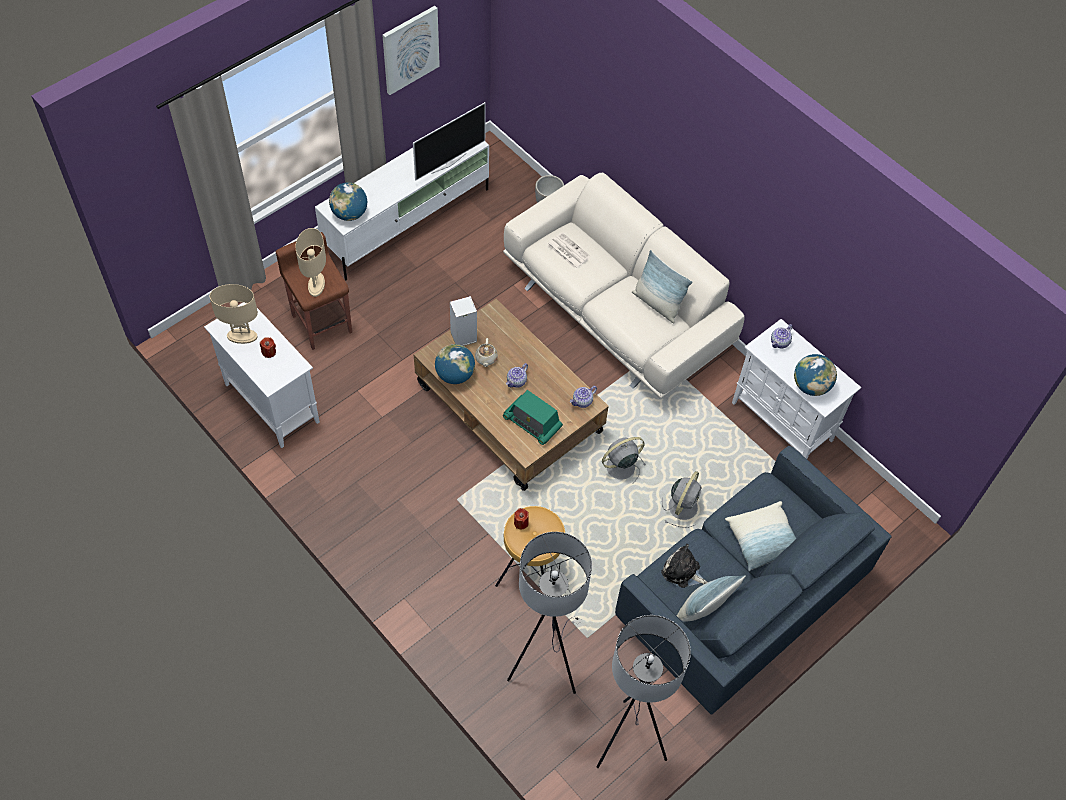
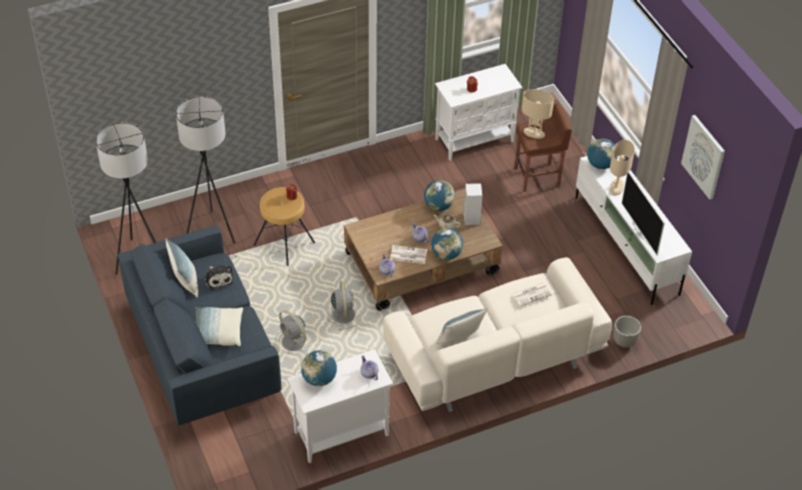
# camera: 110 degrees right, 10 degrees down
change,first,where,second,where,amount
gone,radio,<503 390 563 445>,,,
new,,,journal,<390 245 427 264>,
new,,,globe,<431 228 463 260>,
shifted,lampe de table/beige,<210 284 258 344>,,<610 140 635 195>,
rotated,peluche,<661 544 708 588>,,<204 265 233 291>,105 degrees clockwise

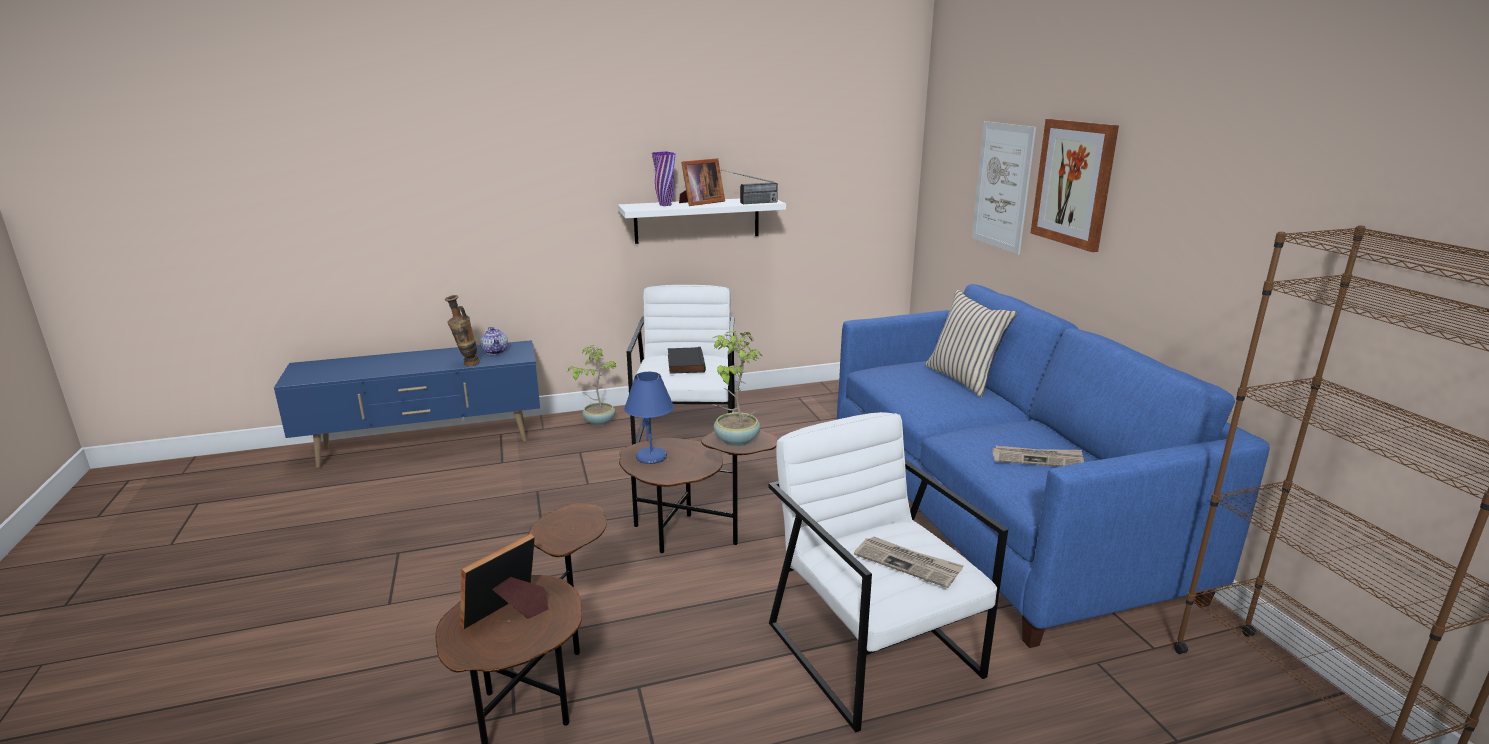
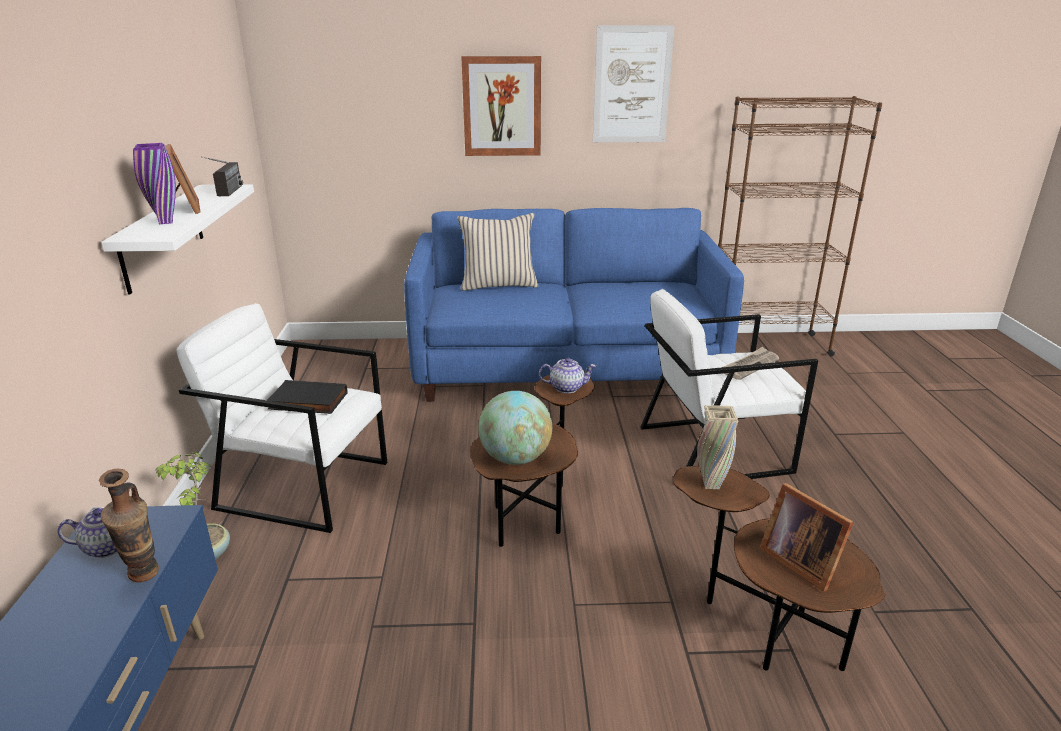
# camera: 75 degrees left, 5 degrees up
change,first,where,second,where,amount
gone,journal,<992 446 1084 467>,,,
new,,,vase/beige,<697 405 738 489>,
shifted,tableau,<972 121 1036 254>,,<593 25 674 142>,
swapped,lampe de table/bleu,<624 372 674 464>,globe,<478 391 552 465>,
swapped,plante en pot,<711 331 762 446>,théière,<539 358 596 393>,

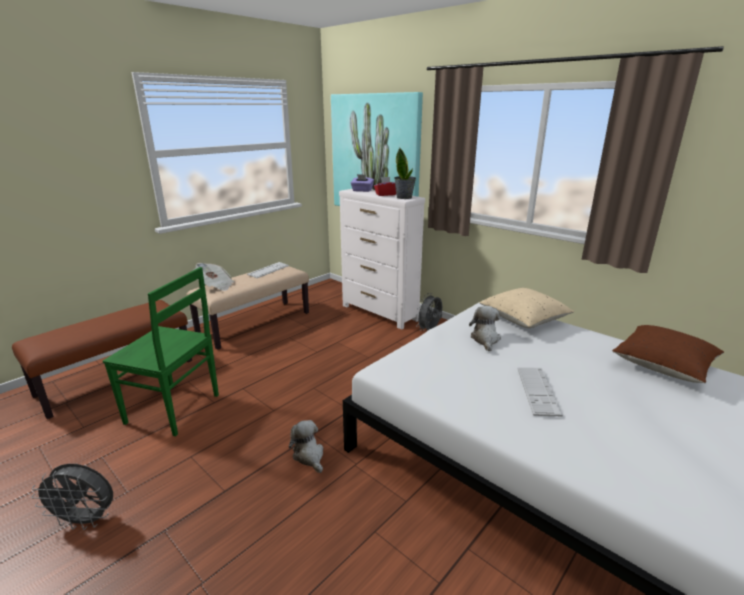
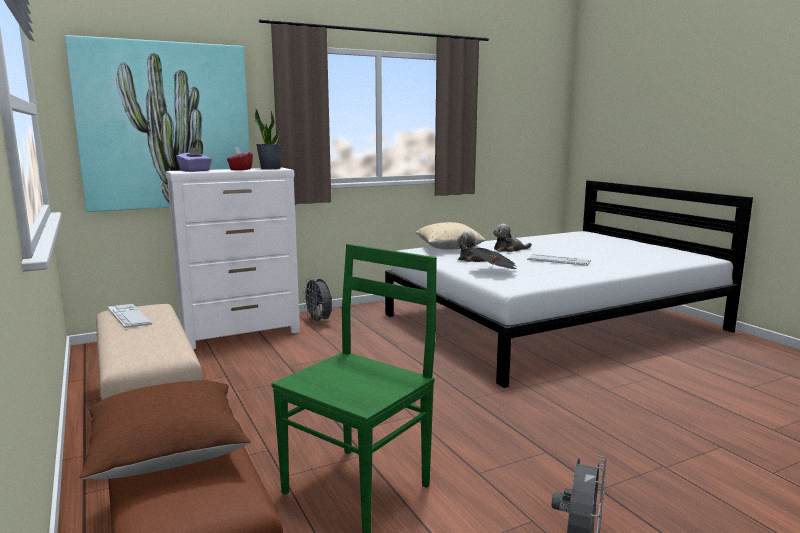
# camera: 70 degrees left, 10 degrees down
change,first,where,second,where,amount
shifted,journal,<194 263 234 291>,,<470 248 517 269>,
shifted,peluche,<289 420 323 473>,,<493 224 532 252>,
shifted,coussin/marron,<612 325 724 383>,,<79 380 251 480>,

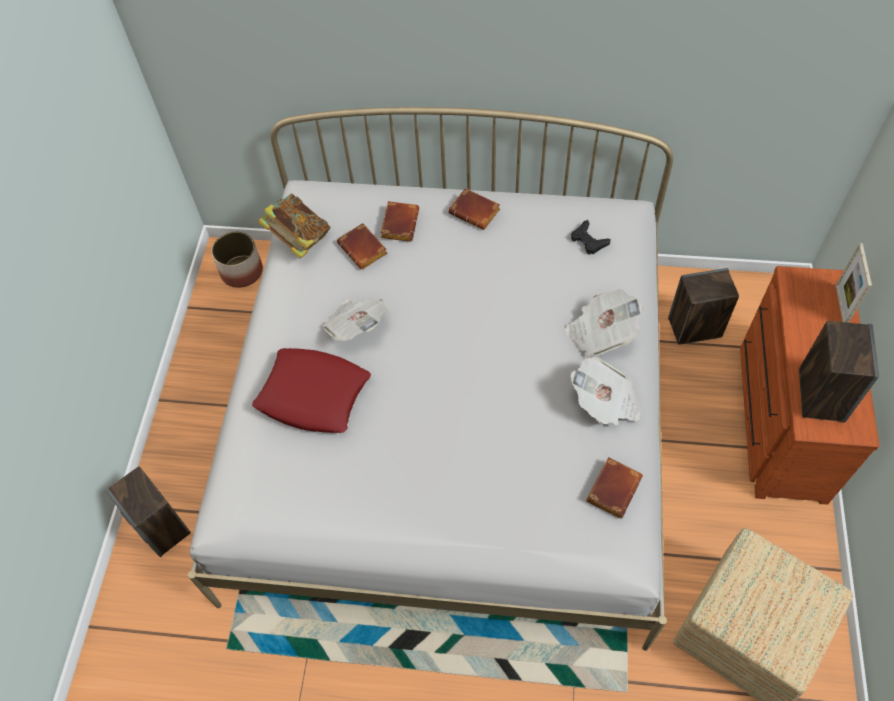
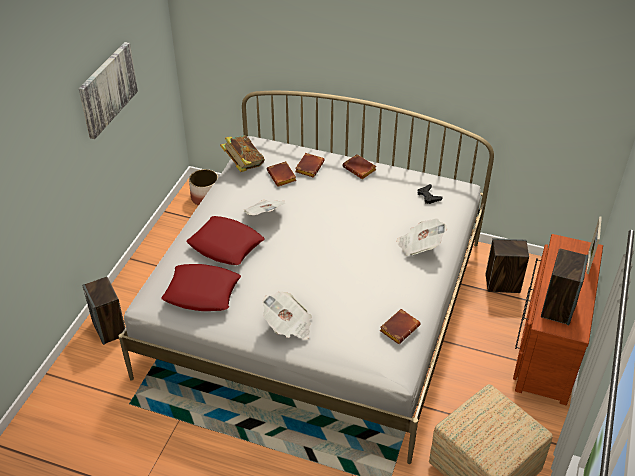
# camera: 10 degrees right, 15 degrees down
change,first,where,second,where,amount
new,,,tableau,<79 42 138 139>,
new,,,coussin/rouge,<161 264 241 311>,
shifted,journal,<571 357 641 425>,,<263 292 312 340>,

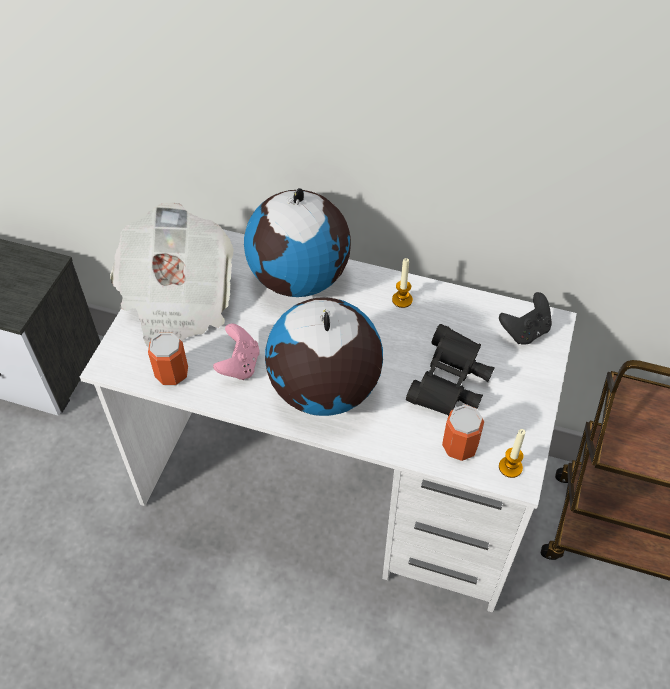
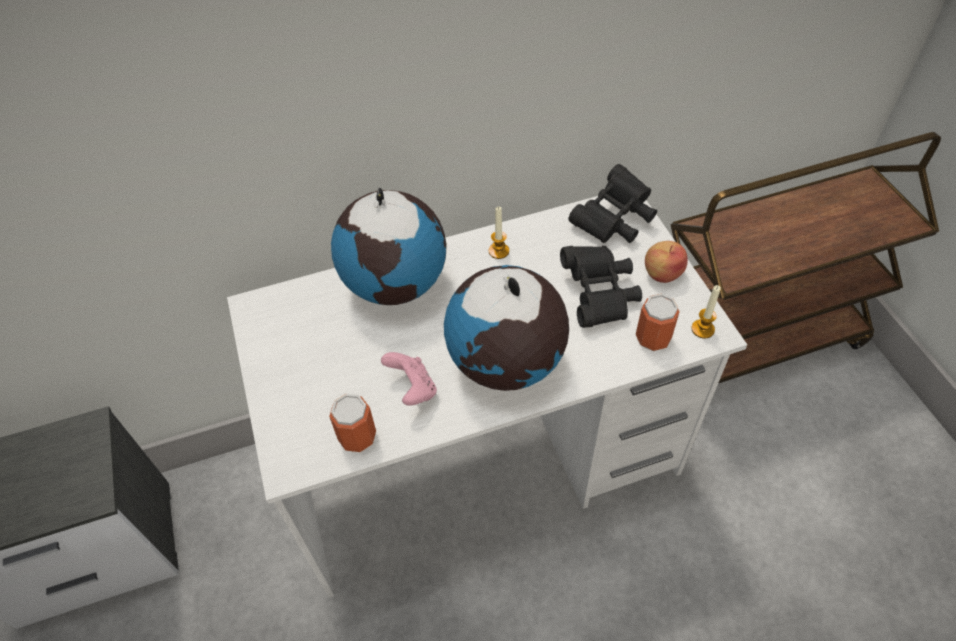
# camera: 35 degrees left, 0 degrees up
change,first,where,second,where,amount
gone,journal,<110 203 234 348>,,,
new,,,pomme,<645 241 688 283>,
swapped,manette/noir,<499 292 552 345>,jumelles/noir,<568 164 657 243>,

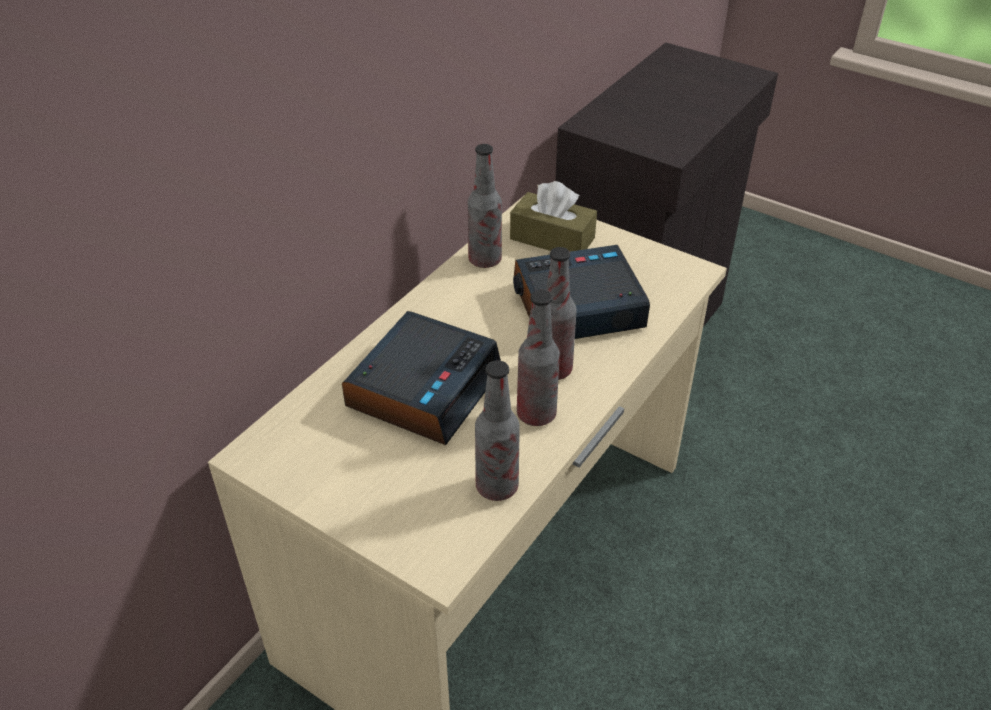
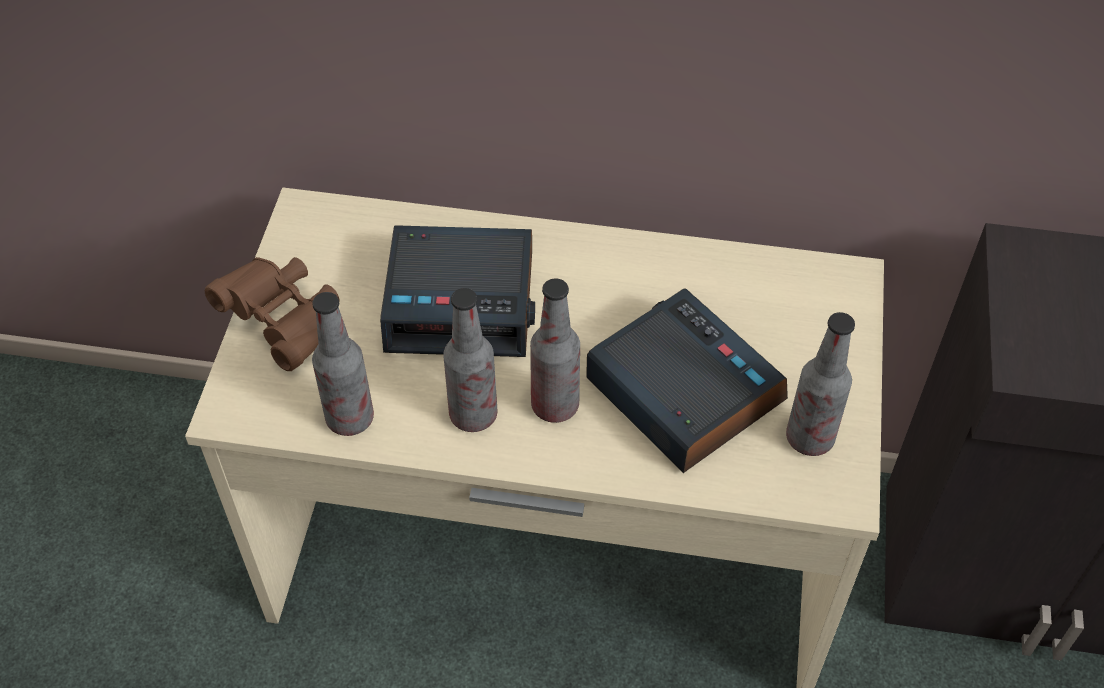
# camera: 65 degrees right, 10 degrees up
change,first,where,second,where,amount
gone,boîte à mouchoirs/marron,<510 181 597 252>,,,
new,,,jumelles/marron,<205 257 340 371>,
shifted,bouteille,<468 144 502 268>,,<786 312 855 456>,

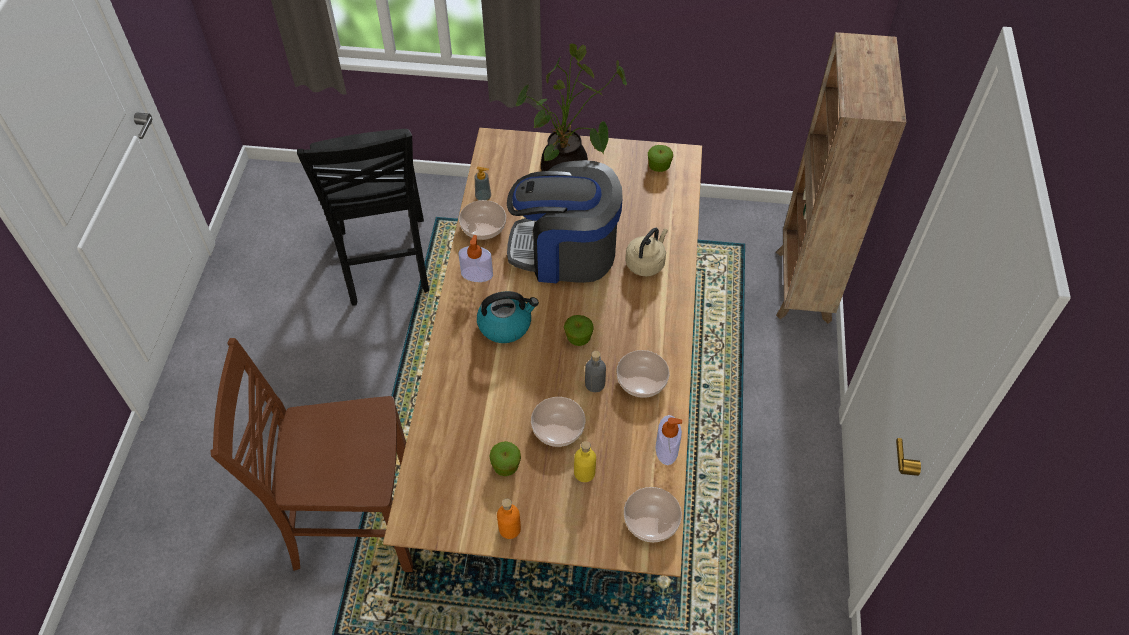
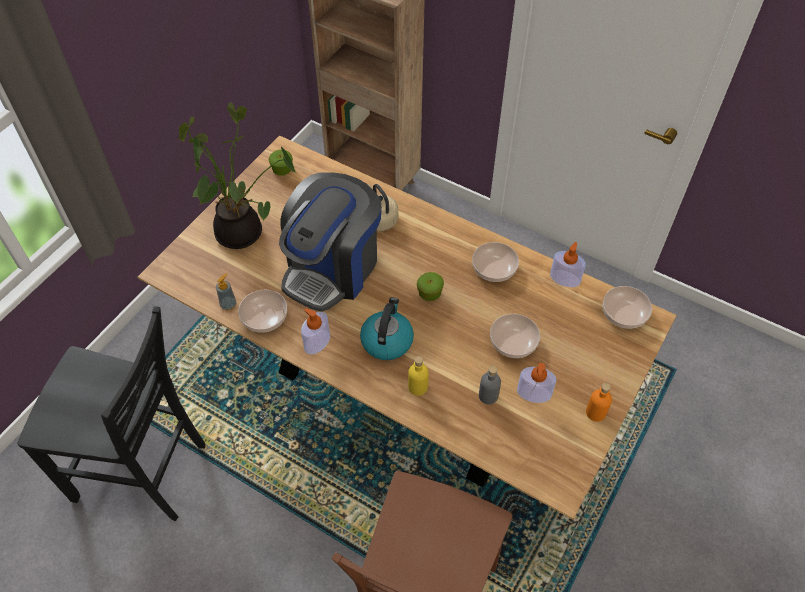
# camera: 65 degrees left, 0 degrees up
change,first,where,second,where,amount
shifted,bouteille/jaune,<574 441 596 482>,,<408 356 429 396>,
shifted,bouteille/gris,<585 351 606 392>,,<479 366 501 404>,
swapped,pomme,<490 441 521 476>,distributeur de savon,<517 363 557 403>,

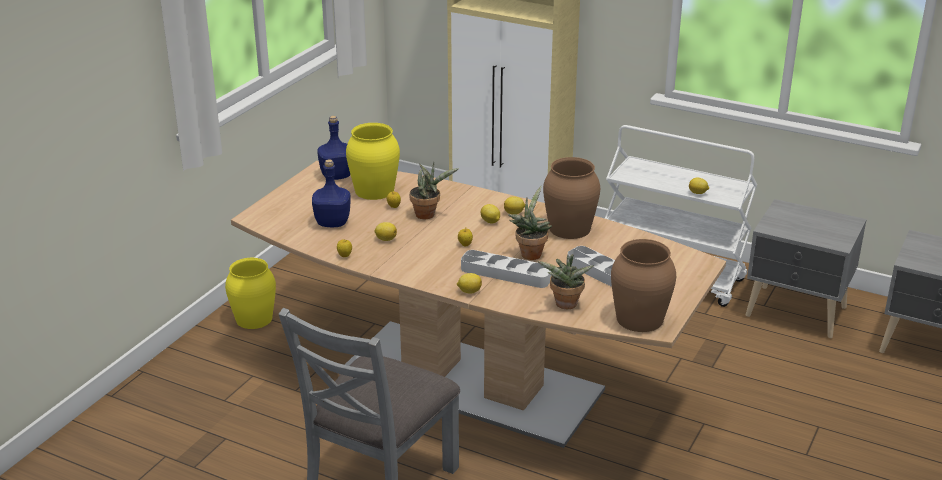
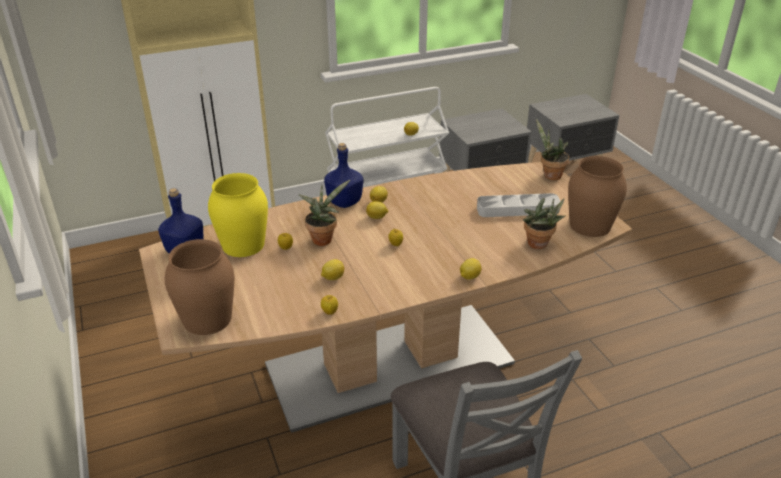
# camera: 50 degrees left, 5 degrees up
change,first,where,second,where,amount
gone,vase/jaune,<225 258 276 329>,,,
gone,plateau/gris,<461 250 552 288>,,,
shifted,bouteille/bleu,<312 159 351 227>,,<324 143 363 208>,
shifted,plante en pot,<508 186 552 260>,,<536 119 569 180>,
shifted,vase/marron,<543 157 600 239>,,<165 239 234 335>,

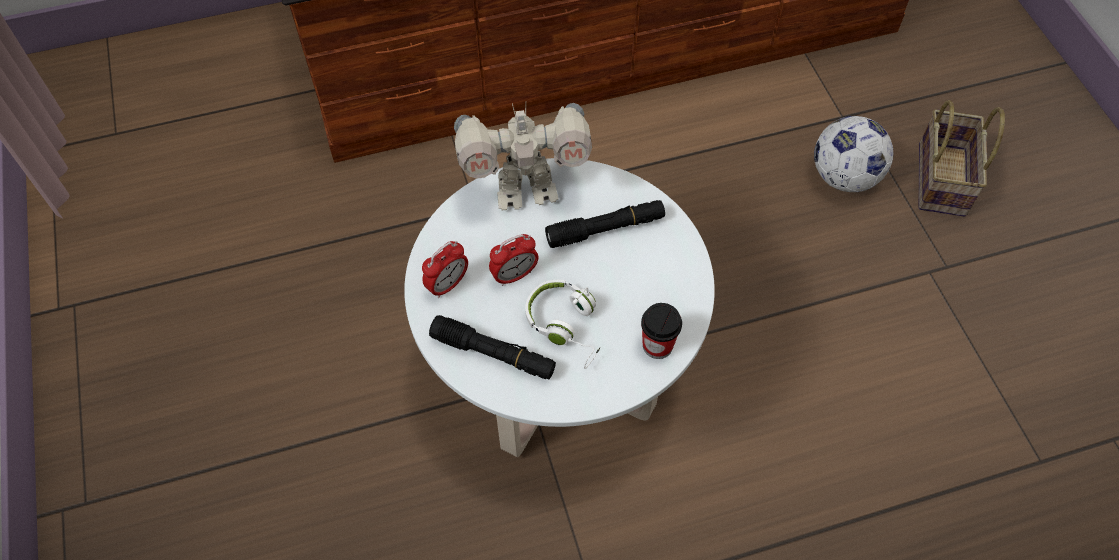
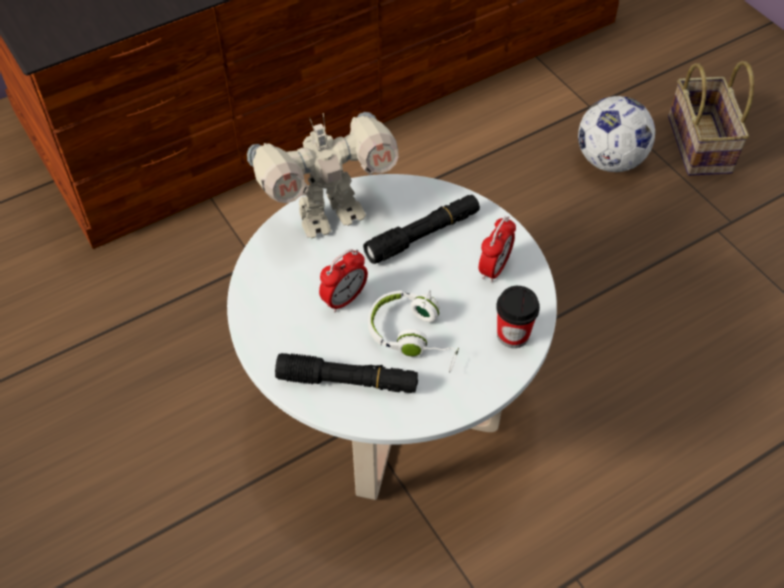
# camera: 15 degrees left, 5 degrees down
change,first,where,second,where,amount
shifted,réveil,<422 241 468 298>,,<479 216 516 283>,

